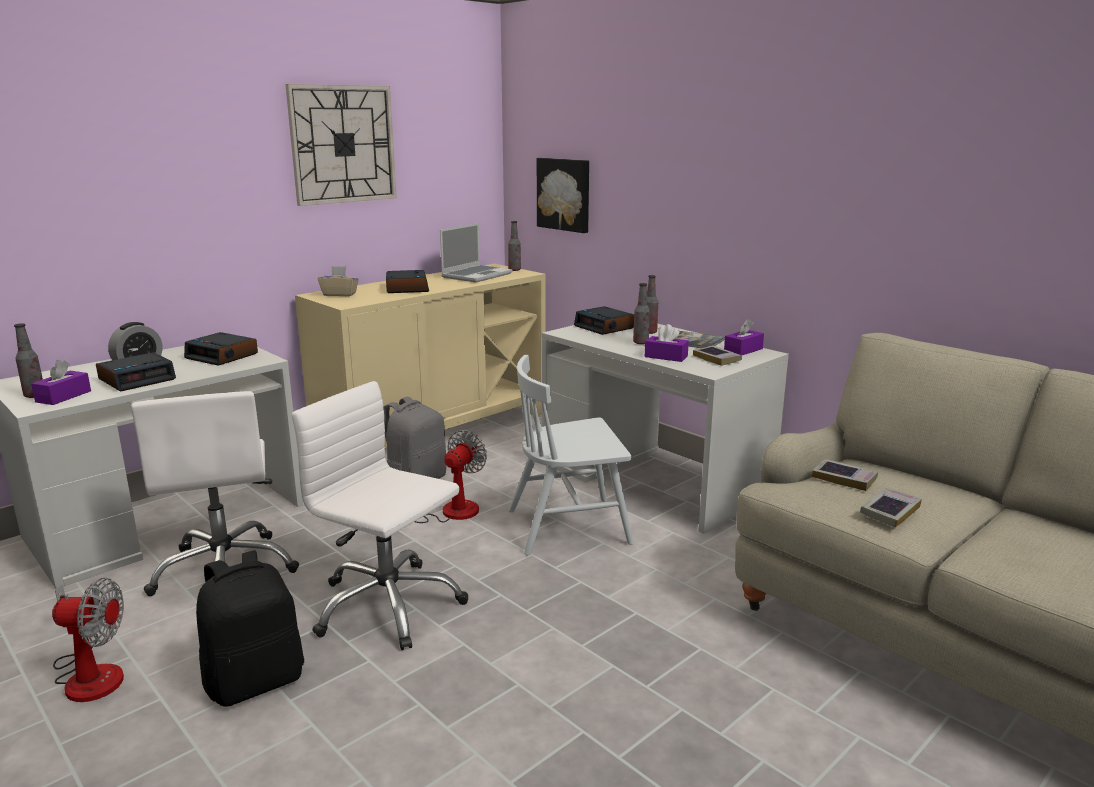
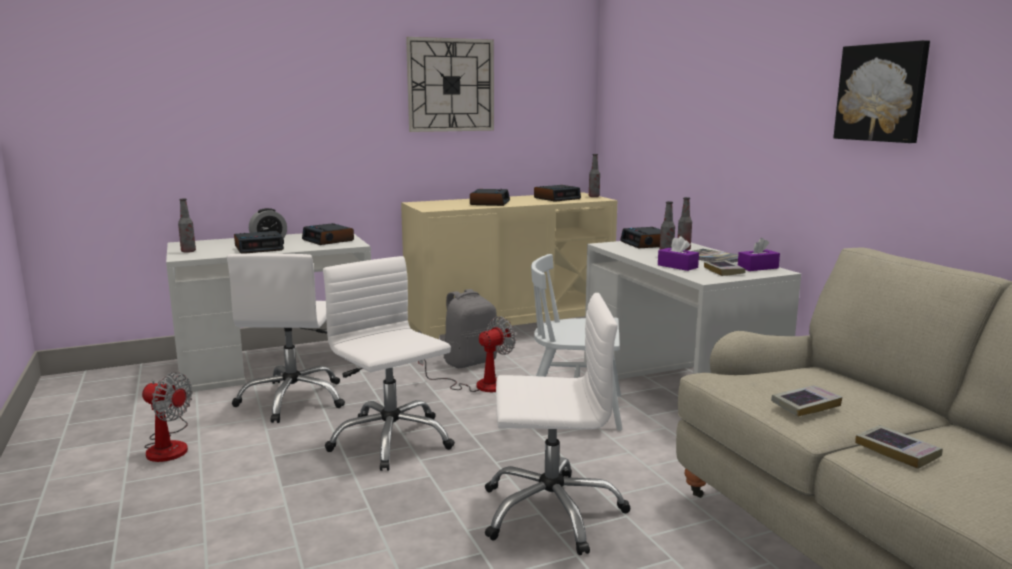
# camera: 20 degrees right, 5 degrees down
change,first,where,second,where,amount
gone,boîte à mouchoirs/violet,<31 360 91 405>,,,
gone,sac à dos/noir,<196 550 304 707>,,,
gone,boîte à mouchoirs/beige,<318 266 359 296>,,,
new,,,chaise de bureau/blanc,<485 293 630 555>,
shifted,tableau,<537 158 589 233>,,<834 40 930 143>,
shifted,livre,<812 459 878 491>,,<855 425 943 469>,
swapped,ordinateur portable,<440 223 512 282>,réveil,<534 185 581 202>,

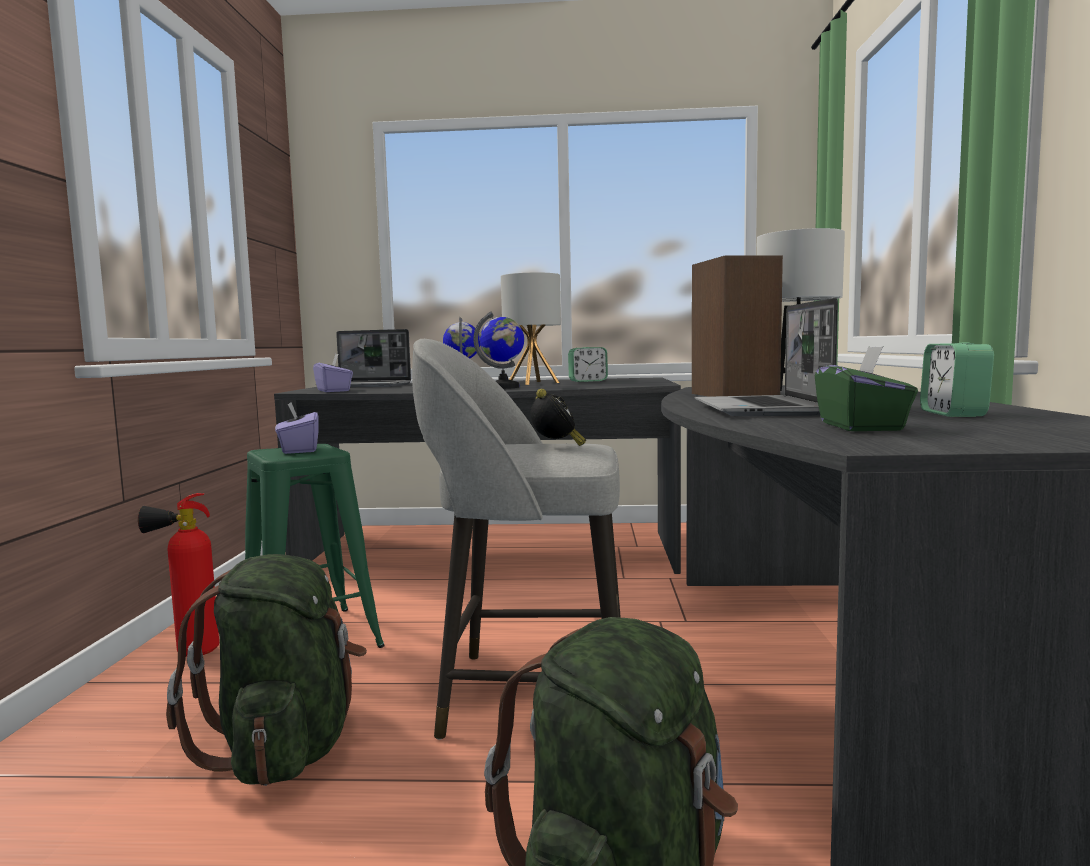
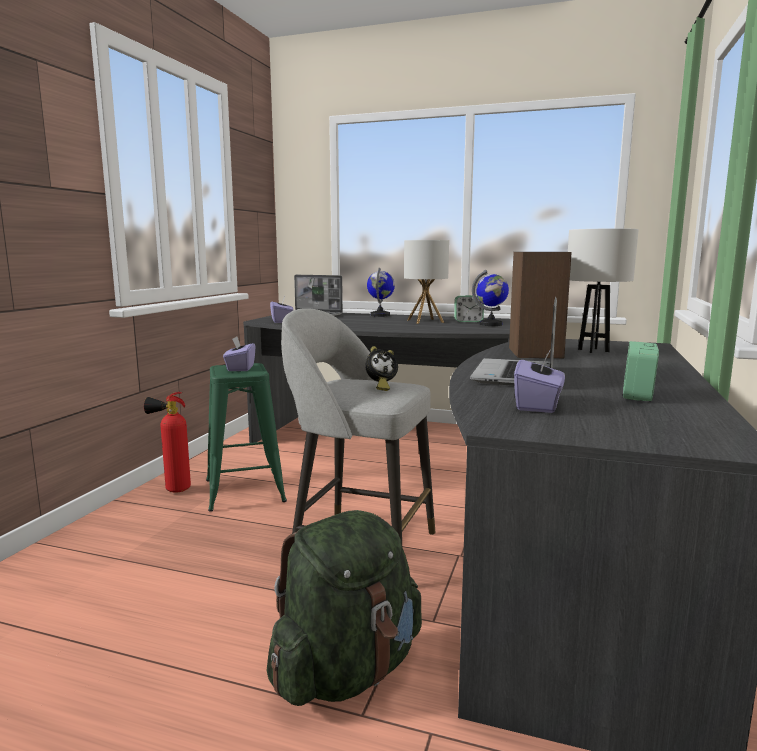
# camera: 15 degrees right, 5 degrees up
change,first,where,second,where,amount
gone,sac à dos/vert,<166 554 367 786>,,,
shifted,globe,<473 311 524 389>,,<472 270 509 326>,
repainted,boîte à mouchoirs/vert,<815 346 918 431>,boîte à mouchoirs/violet,<514 350 565 413>,
rotated,réveil,<531 389 586 446>,,<365 346 398 391>,60 degrees clockwise

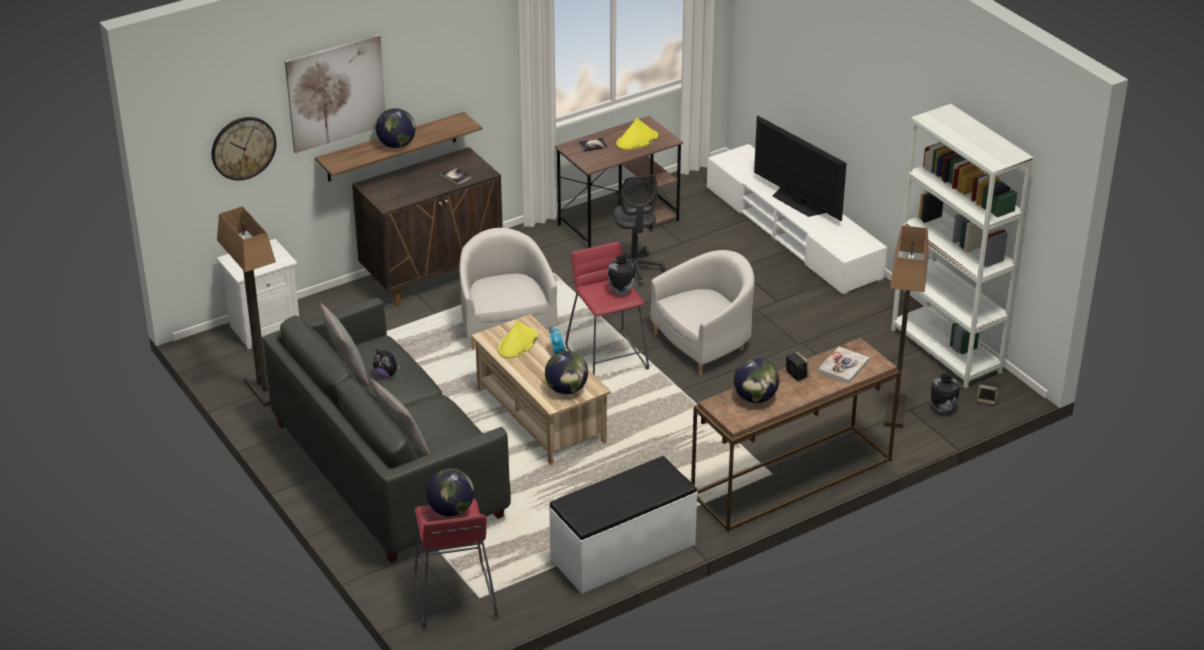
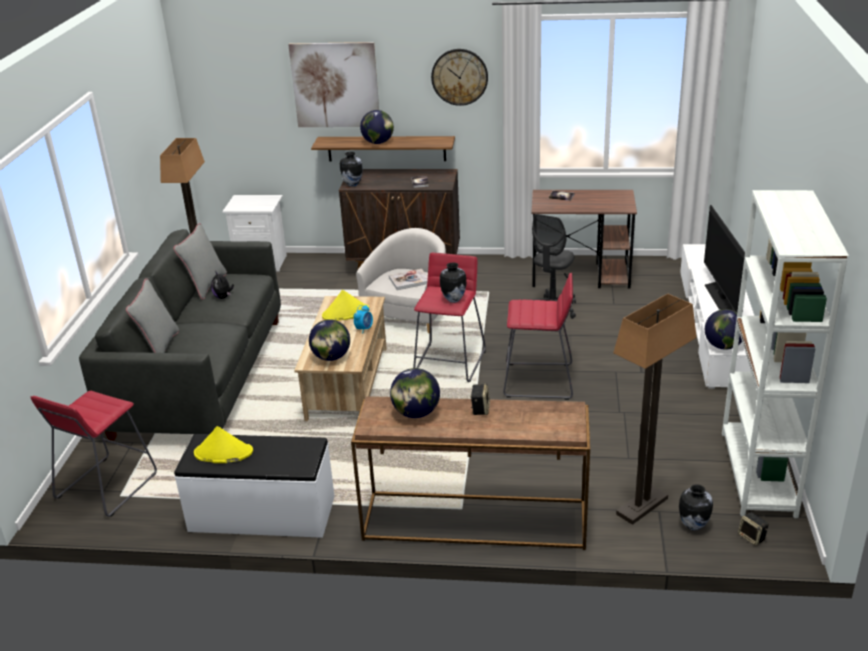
# camera: 40 degrees right, 5 degrees down
change,first,where,second,where,amount
new,,,vase,<340 152 363 187>,
shifted,horloge murale,<212 117 276 180>,,<431 49 488 106>,
shifted,globe,<426 469 474 516>,,<705 309 742 350>,
shifted,chapeau/jaune,<616 118 658 150>,,<194 426 253 463>,
shifted,livre,<818 347 869 384>,,<389 269 428 290>,
swapped,fauteuil/blanc,<651 250 755 375>,tabouret/rouge,<503 273 573 400>,

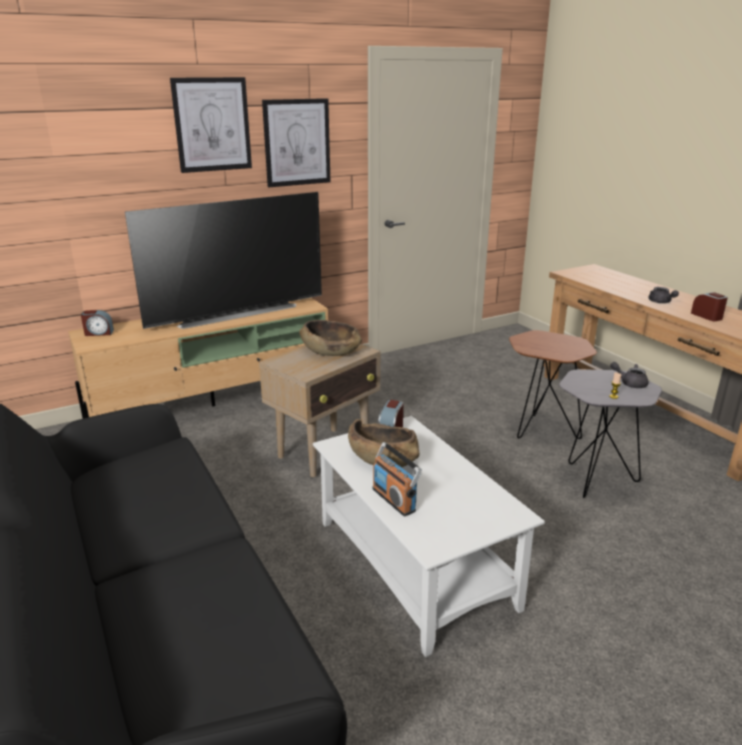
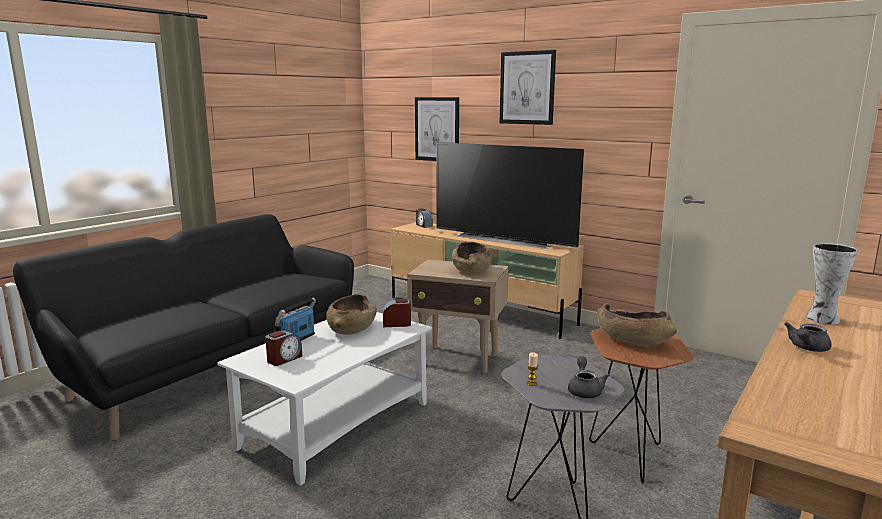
# camera: 65 degrees right, 10 degrees down
change,first,where,second,where,amount
new,,,bol/marron,<597 303 676 347>,
new,,,vase,<806 243 858 325>,
shifted,tableau,<262 98 330 187>,,<415 97 459 161>,
shifted,réveil,<691 292 728 321>,,<265 330 302 366>,

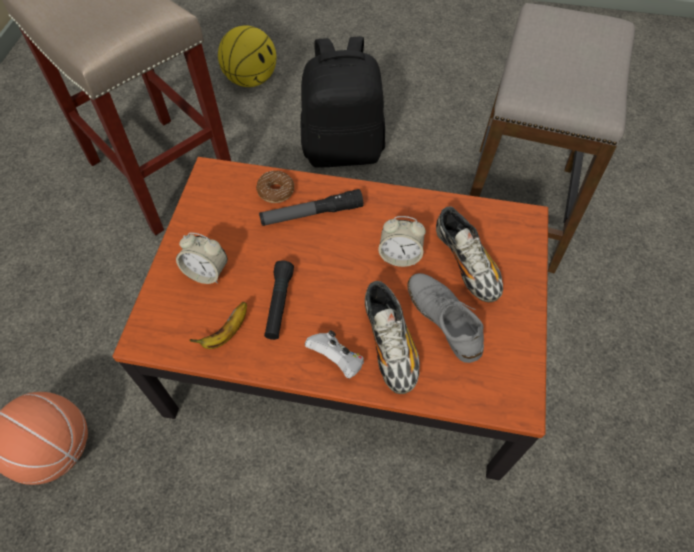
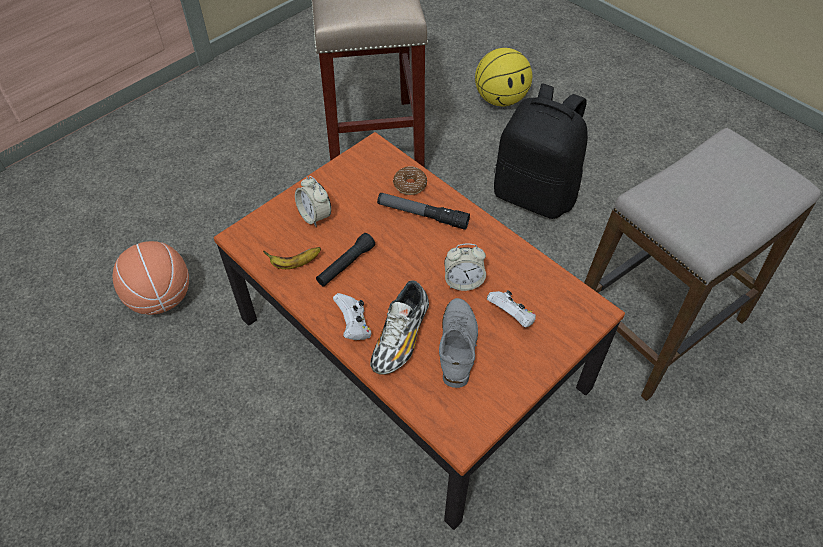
# camera: 35 degrees right, 5 degrees down
change,first,where,second,where,amount
swapped,chaussure,<436 207 503 302>,manette/blanc,<487 290 536 327>,
rotated,réveil,<378 216 426 267>,,<444 243 486 291>,45 degrees counterclockwise

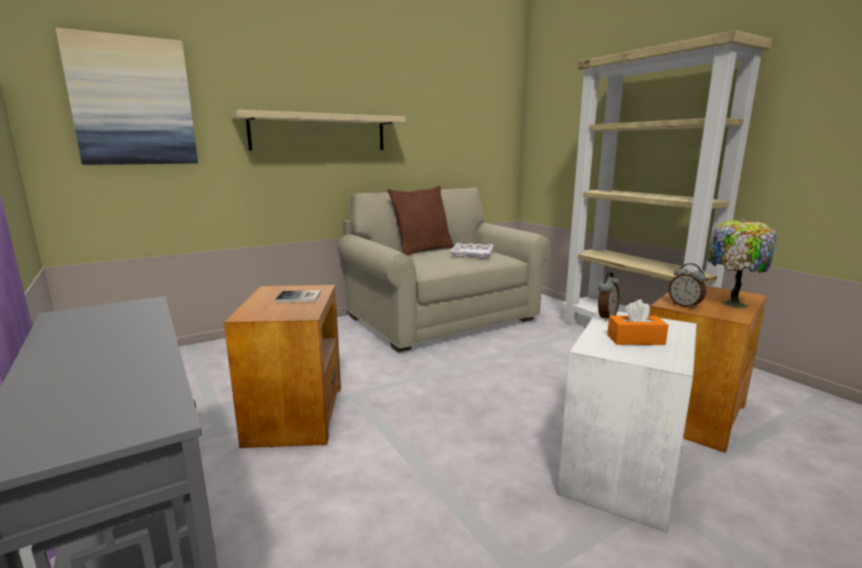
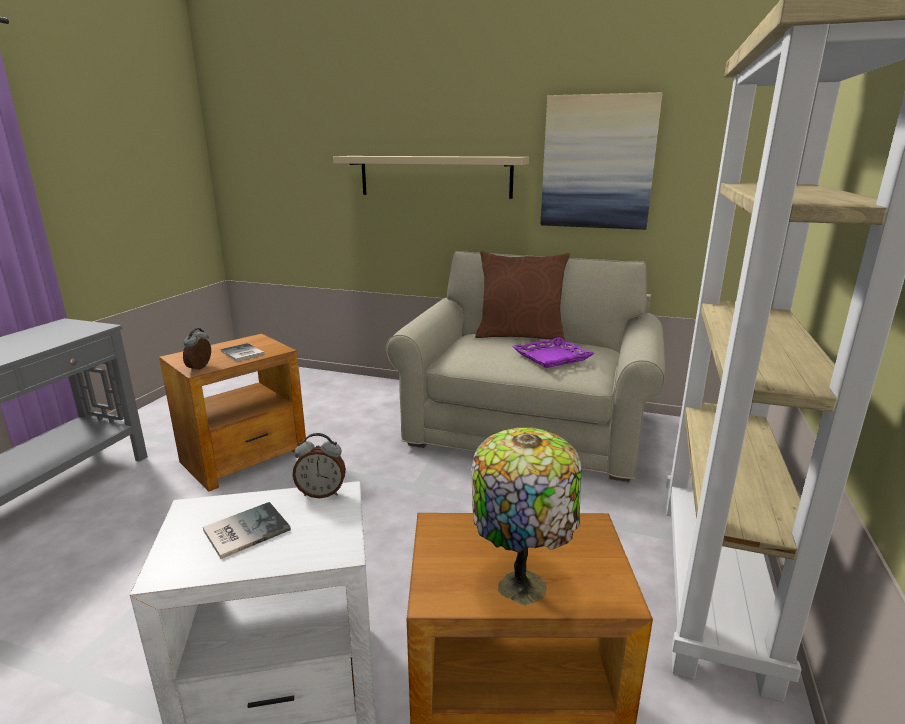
# camera: 50 degrees right, 5 degrees up
change,first,where,second,where,amount
shifted,tableau,<56 28 198 165>,,<540 92 663 230>,
shifted,réveil,<668 263 706 309>,,<183 328 211 372>,
swapped,boîte à mouchoirs/orange,<607 300 669 345>,livre,<203 502 291 559>,
repainted,plateau/blanc,<449 243 494 258>,plateau/violet,<512 337 595 368>,

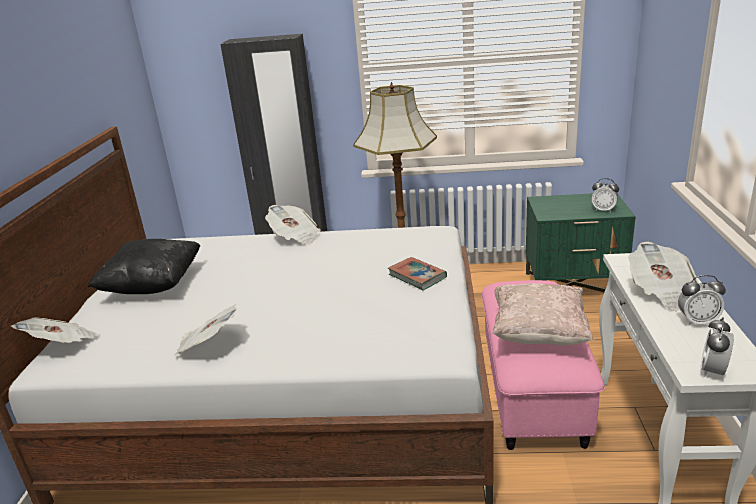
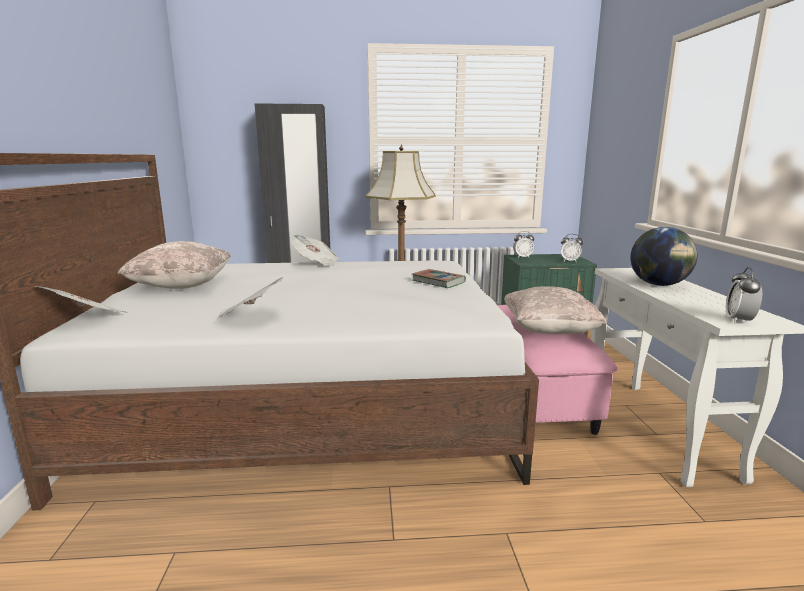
# camera: 10 degrees left, 10 degrees down
change,first,where,second,where,amount
shifted,réveil,<678 275 726 326>,,<513 231 534 258>,
swapped,journal,<628 242 699 311>,globe,<631 227 697 286>,
repainted,coussin/noir,<87 239 200 294>,coussin/beige,<117 241 231 289>,

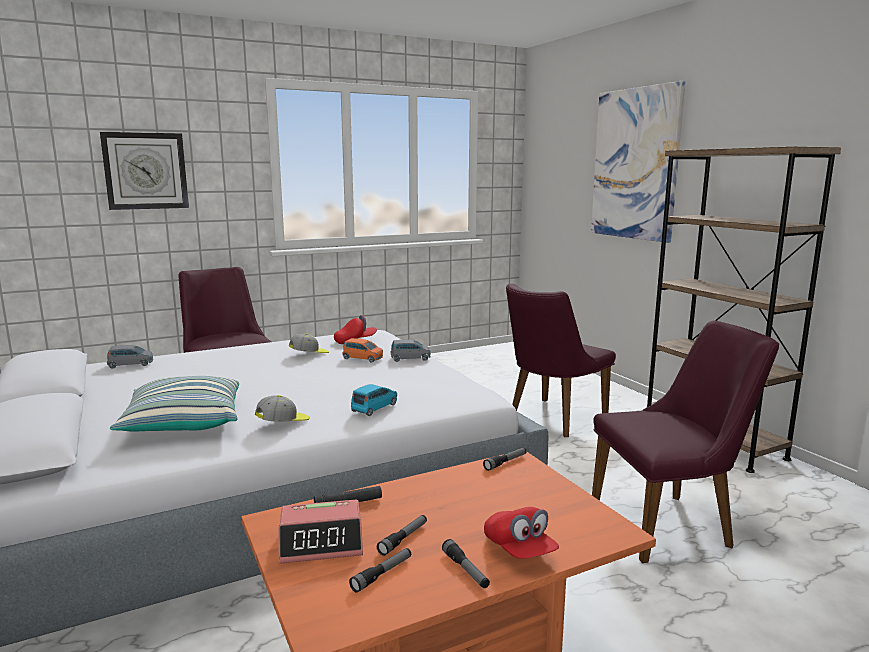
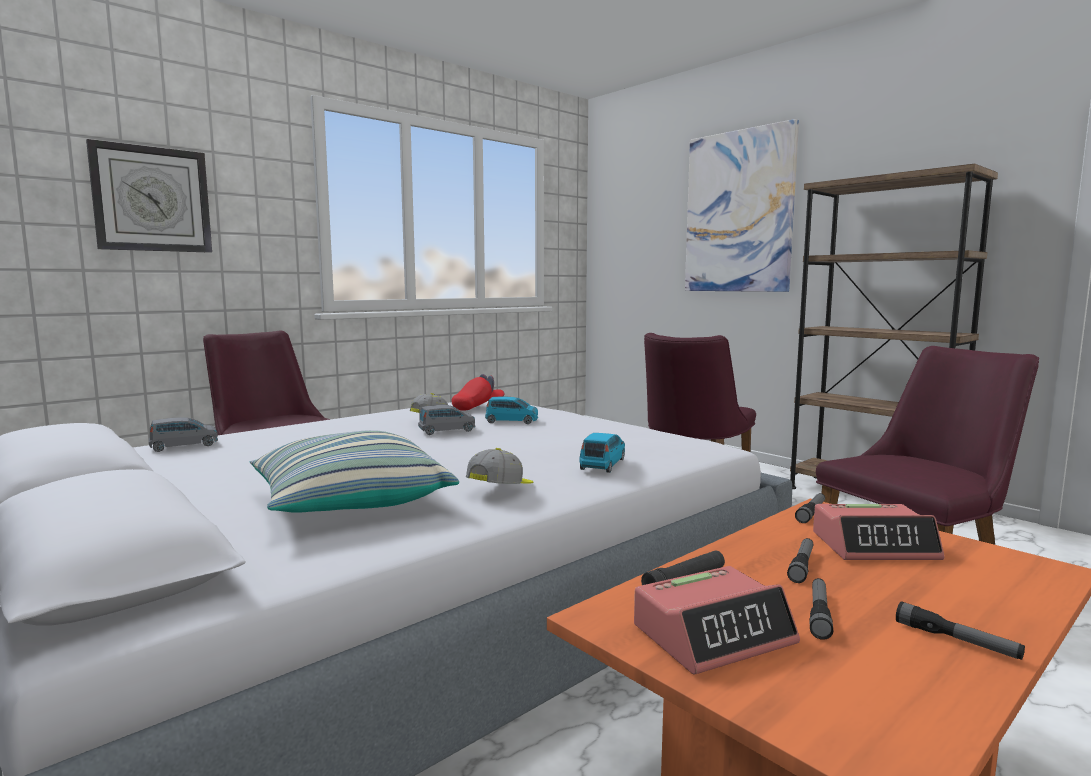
# camera: 15 degrees left, 5 degrees down
change,first,where,second,where,amount
gone,casquette/rouge,<484 507 559 559>,,,
new,,,réveil,<813 504 944 560>,
shifted,lampe de poche,<349 548 411 593>,,<787 538 813 583>,
shifted,petite voiture/gris,<391 340 431 362>,,<418 405 475 435>,
repainted,petite voiture/orange,<343 338 383 363>,petite voiture/bleu,<485 397 538 424>,

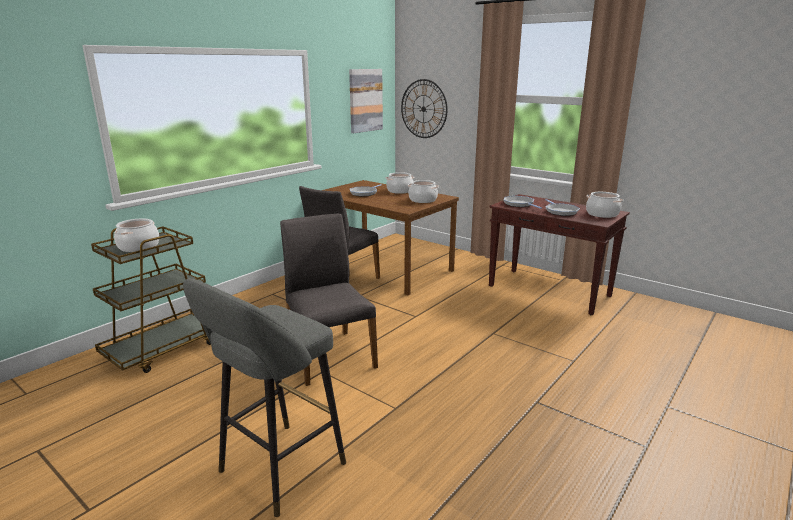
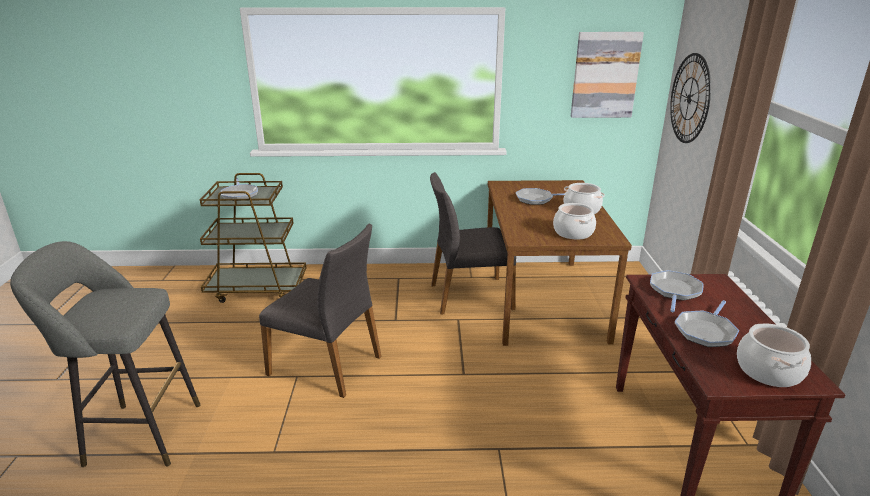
# camera: 50 degrees right, 5 degrees up
change,first,where,second,where,amount
swapped,marmite,<114 219 159 252>,poêle,<221 178 258 199>,
rotated,chaise/gris,<280 214 378 386>,,<259 224 381 398>,90 degrees clockwise

